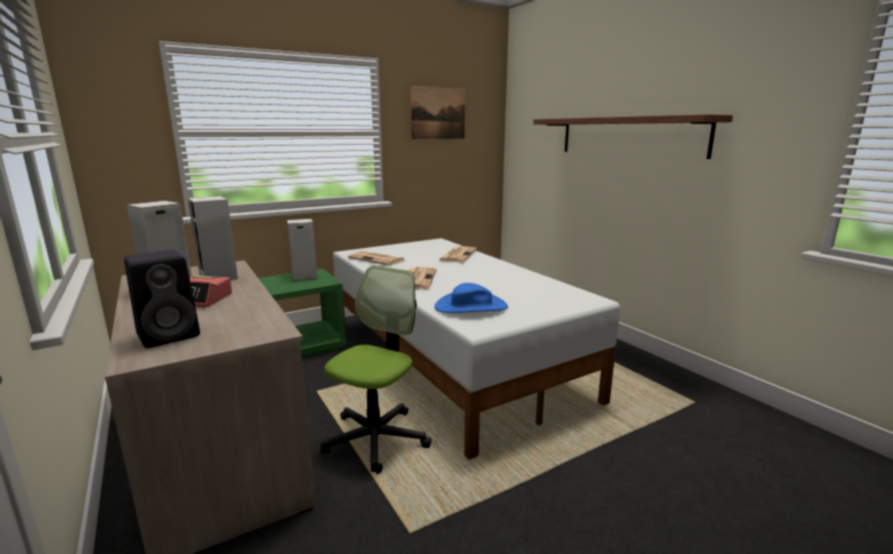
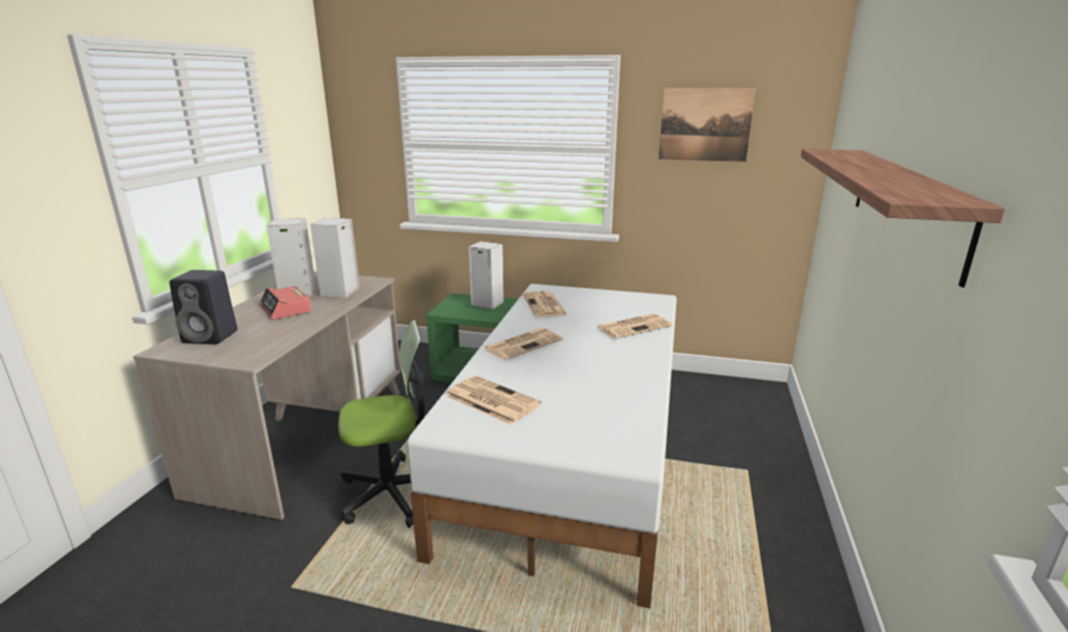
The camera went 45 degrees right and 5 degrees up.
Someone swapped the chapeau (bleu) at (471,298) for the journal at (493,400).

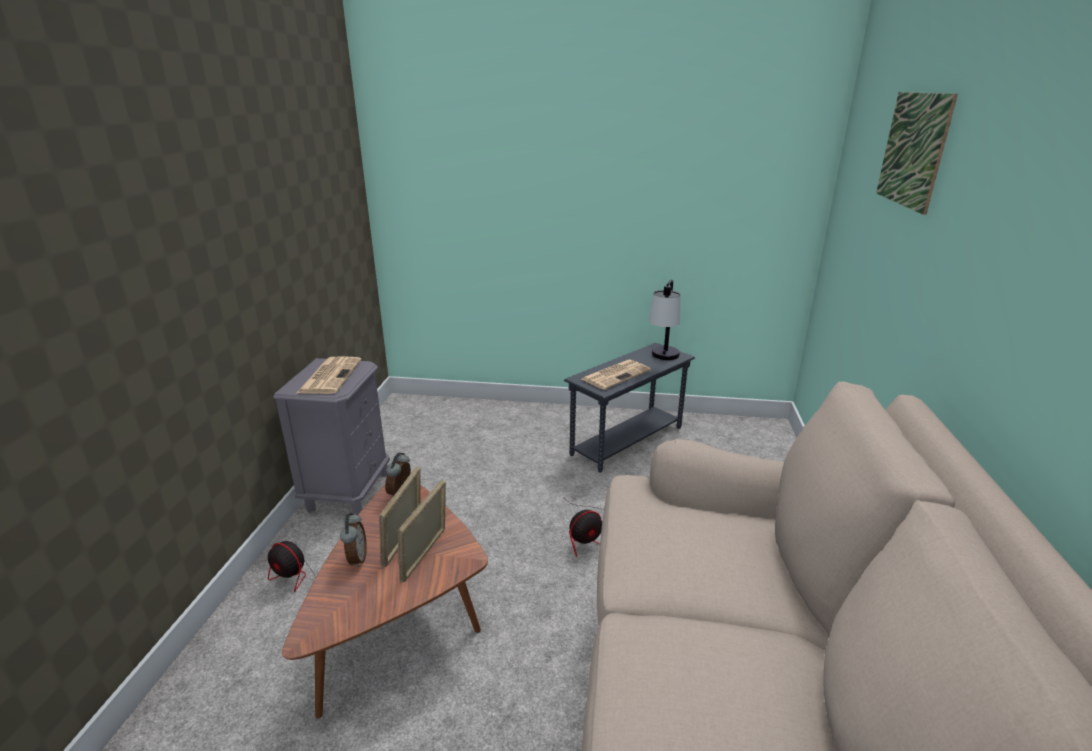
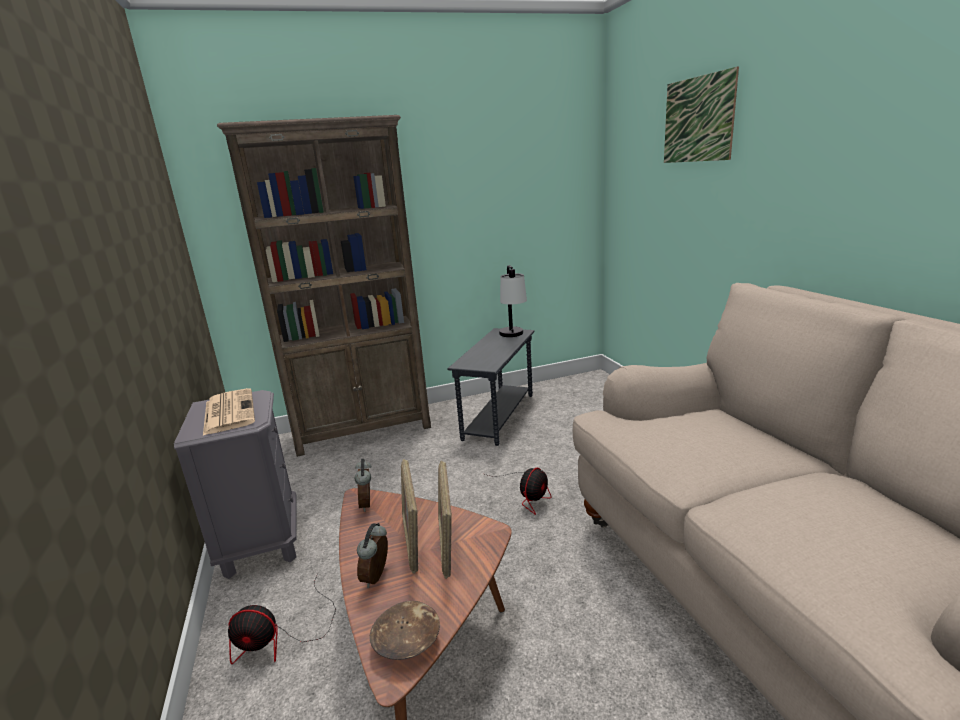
The camera went 25 degrees left and 5 degrees down.
Someone rotated the réveil at (353,540) by 135 degrees counterclockwise.
Someone took away the journal at (616,375).
Someone put down the bibliothèque (marron) at (324,286).
Someone put down the bol (marron) at (405,630).

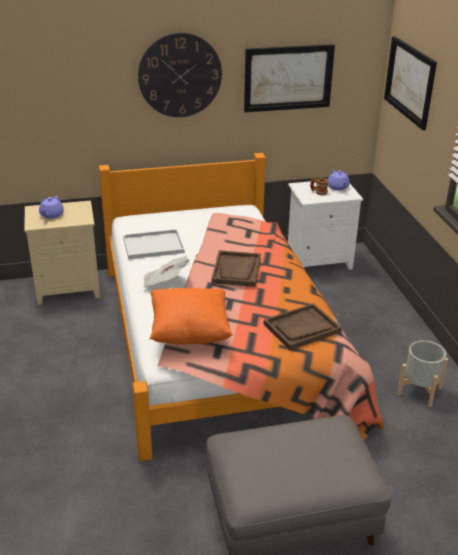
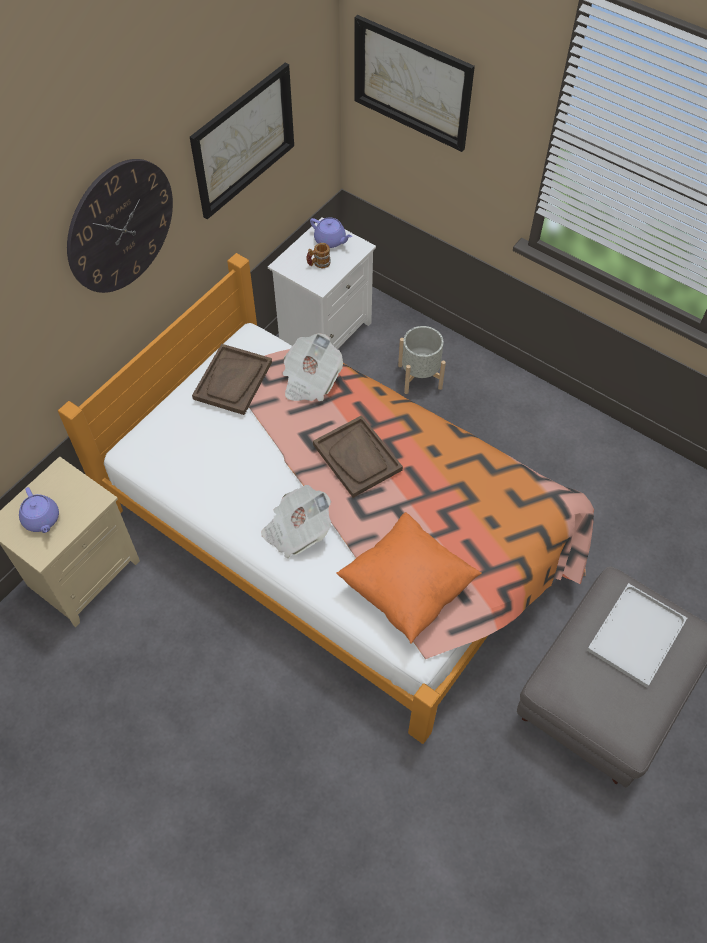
The camera went 40 degrees left and 25 degrees up.
Someone carried the plateau (blanc) from (154,244) to (637,635).
Someone carried the plateau (marron) from (303,326) to (232,379).
Someone carried the cache-pot (gris) from (422,373) to (422,360).
Someone put down the journal at (312,367).

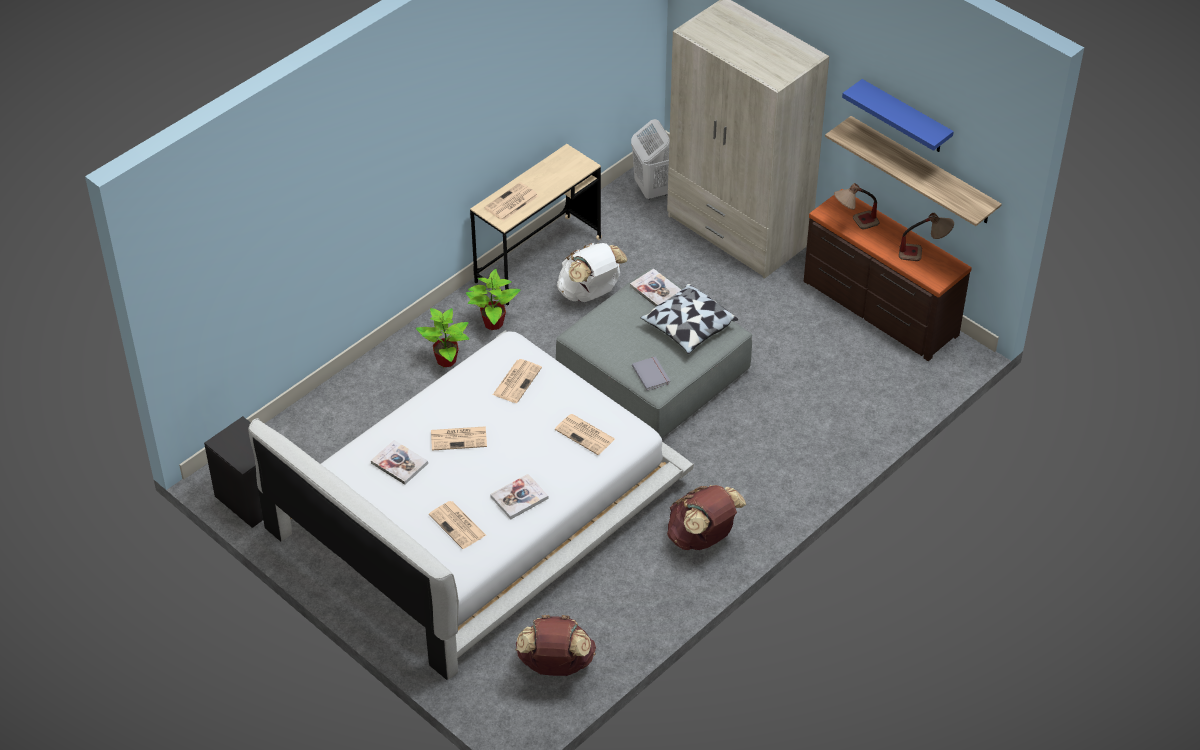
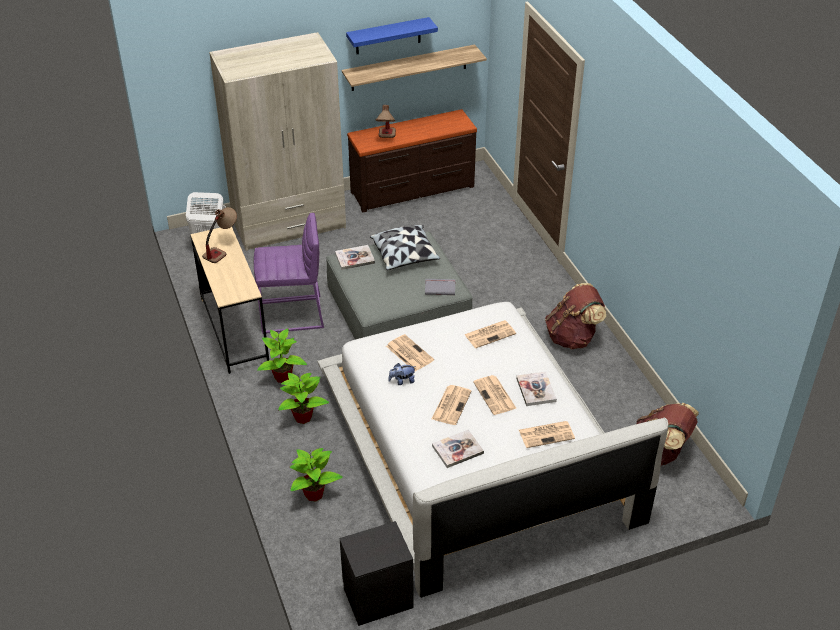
The camera went 65 degrees left and 5 degrees down.
Someone carried the journal from (511,201) to (495,395).
Someone swapped the sac à dos (blanc) at (592,272) for the tabouret (violet) at (289,273).
Someone carried the lampe de table from (926,237) to (219,235).
Someone put down the plante en pot at (316,475).
Someone put down the peluche at (402,374).

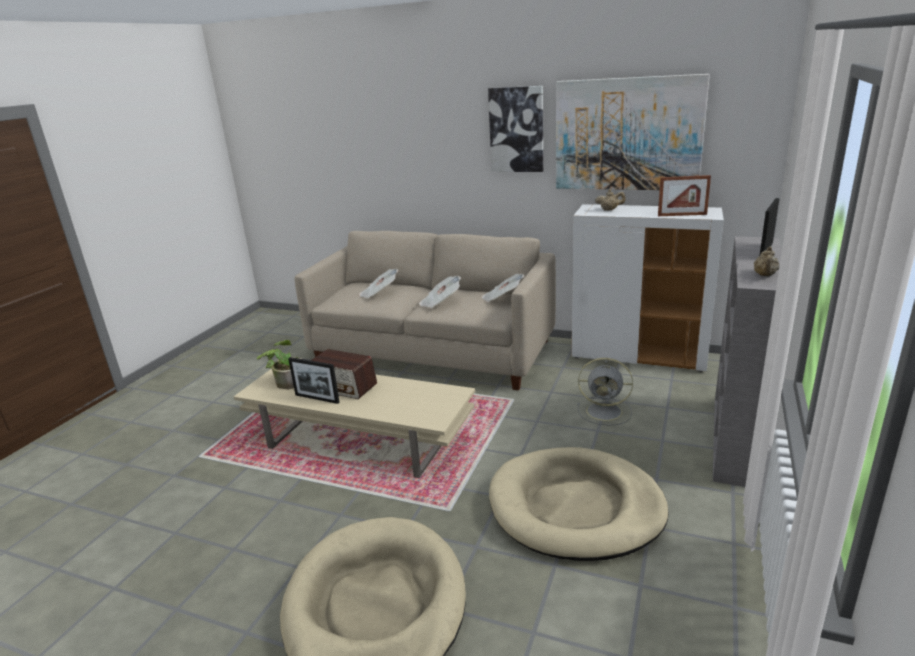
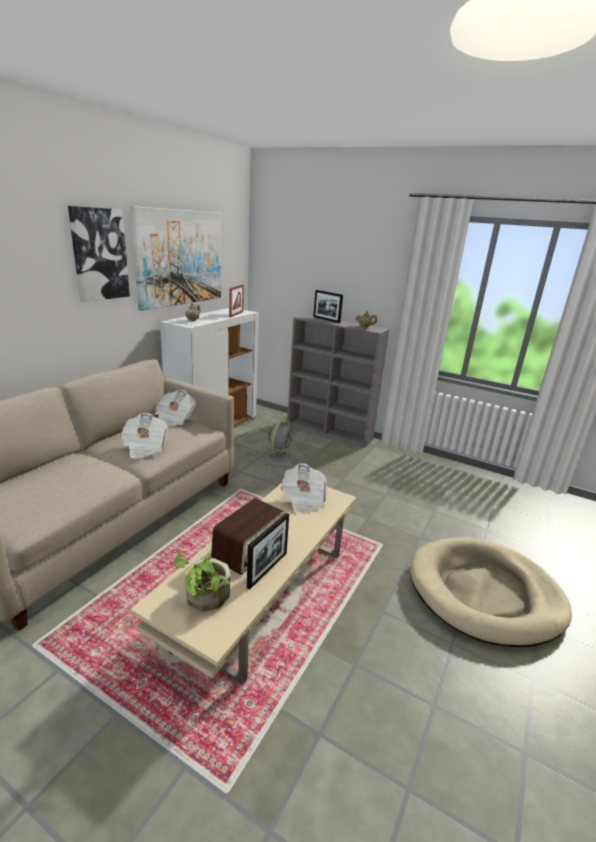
The camera went 85 degrees left and 0 degrees up.
Someone carried the journal from (378,284) to (304,489).
Someone took away the panier pour chien (beige) at (579,504).

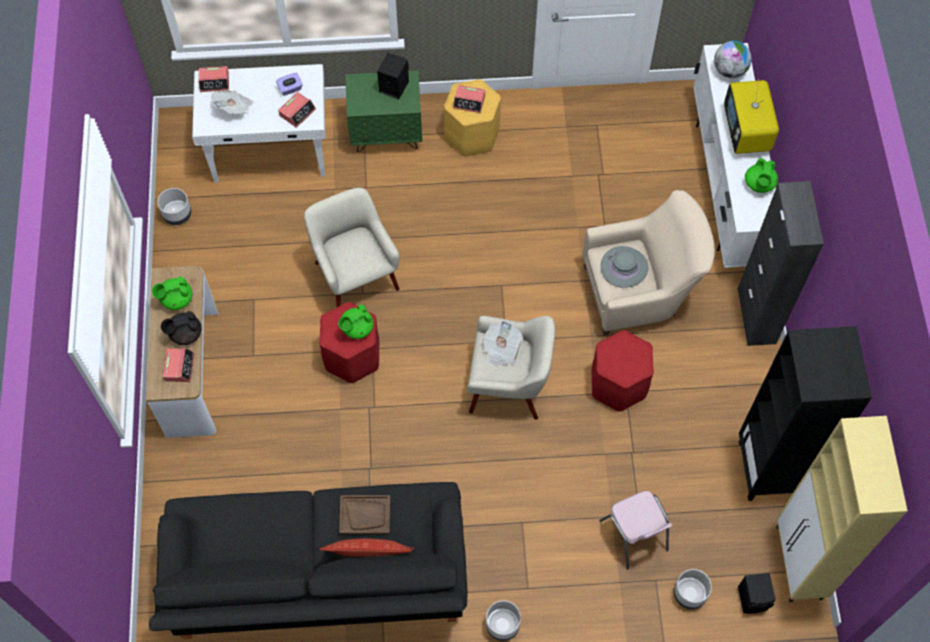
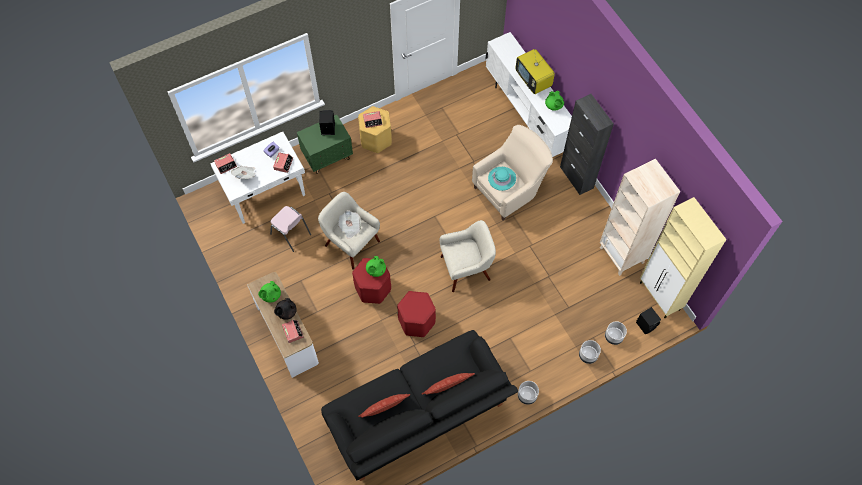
The camera went 25 degrees left and 0 degrees up.
Someone carried the cache-pot (gris) from (174,206) to (590,352).
Someone took away the plateau (marron) at (364,515).
Someone carried the journal from (503,343) to (349,224).
Someone carried the tabouret (rouge) from (623,371) to (416,314).
Someone carried the chaise (rose) from (635,530) to (290,229).
Someone repainted the chapeau (gris) at (624,267), which became the chapeau (turquoise) at (502,179).
Someone took away the globe at (733,59).
Someone repainted the bibliothèque (noir) at (805,413), which became the bibliothèque (beige) at (640,217).
Someone put down the coussin at (384,406).

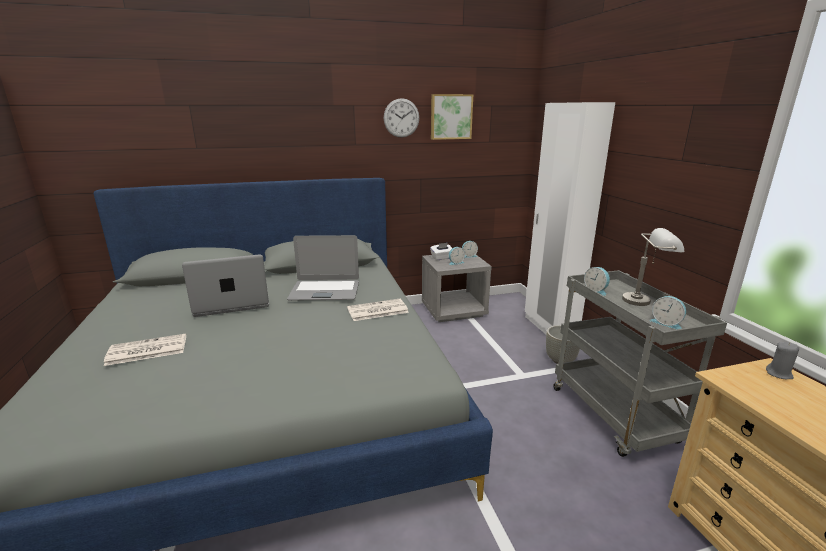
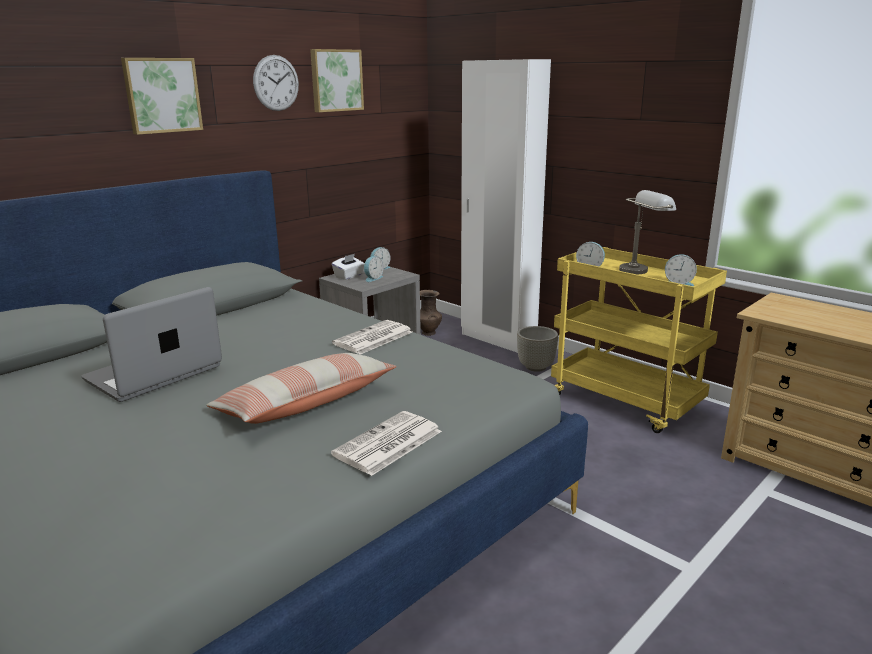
The camera went 30 degrees left and 0 degrees up.
Someone carried the journal from (145,350) to (386,443).
Someone took away the ordinateur portable at (323,268).
Someone repainted the chariot (gris) at (640,363), which became the chariot (jaune) at (639,340).
Someone took away the bougie (gris) at (782,360).
Someone put up the tableau at (162,96).
Someone put down the coussin at (301,388).
Someone put down the vase (marron) at (431,313).

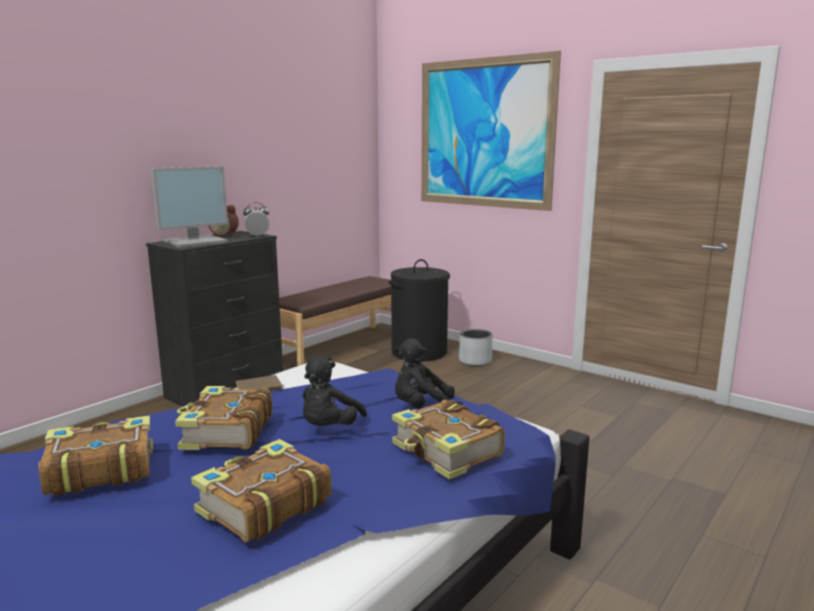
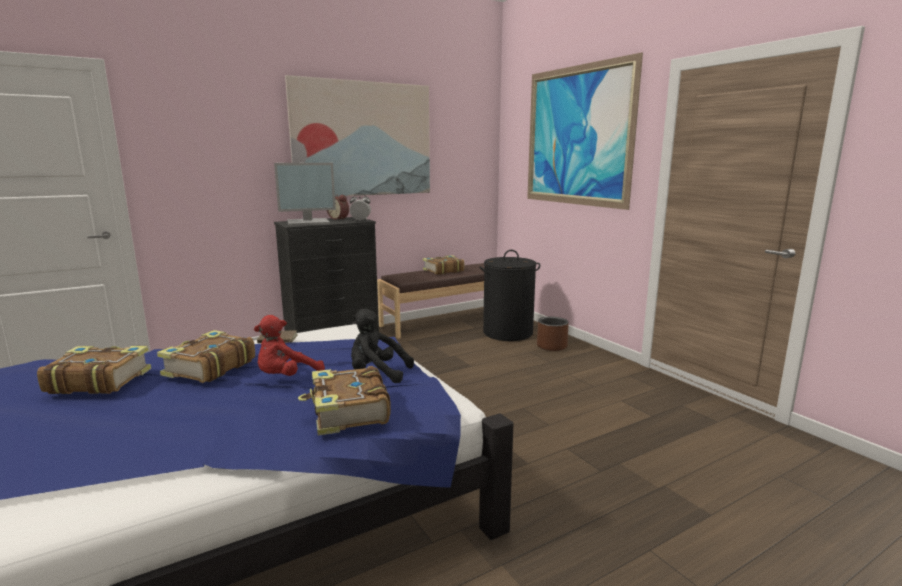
The camera went 20 degrees right and 0 degrees up.
Someone carried the livre from (261,490) to (443,265).
Someone repainted the peluche (noir) at (335,391), which became the peluche (rouge) at (289,345).
Someone repainted the cache-pot (gris) at (476,347), which became the cache-pot (marron) at (553,334).
Someone put up the tableau at (357,135).

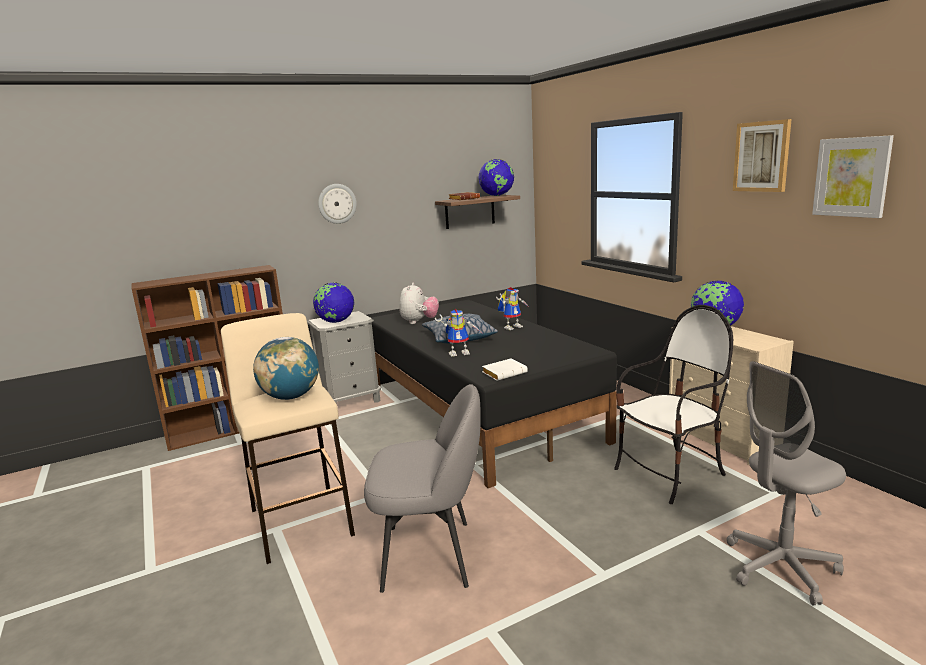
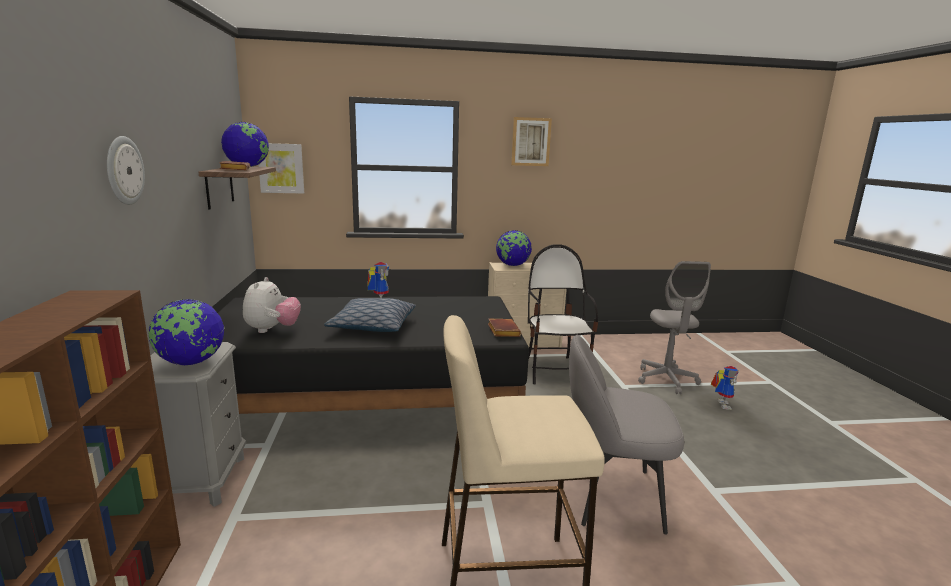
The camera went 70 degrees left and 0 degrees up.
Someone took away the globe at (286,368).
Someone rotated the chaise (gris) at (422,488) by 105 degrees counterclockwise.
Someone rotated the peluche at (419,303) by 60 degrees clockwise.
Someone carried the robot jouet from (458,333) to (725,388).
Someone repainted the livre (blanc) at (505,369), which became the livre (marron) at (504,328).
Someone carried the tableau from (853,176) to (281,168).

